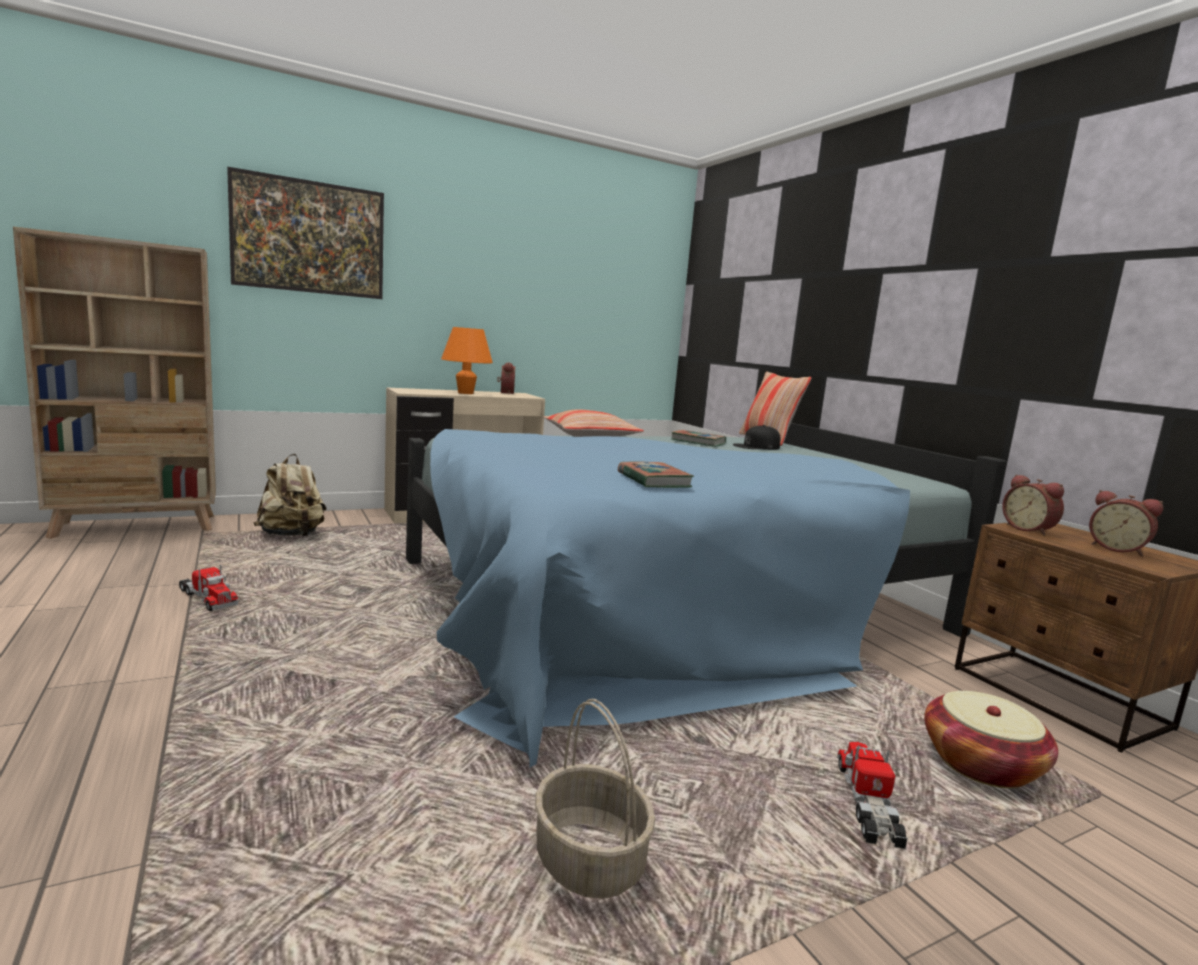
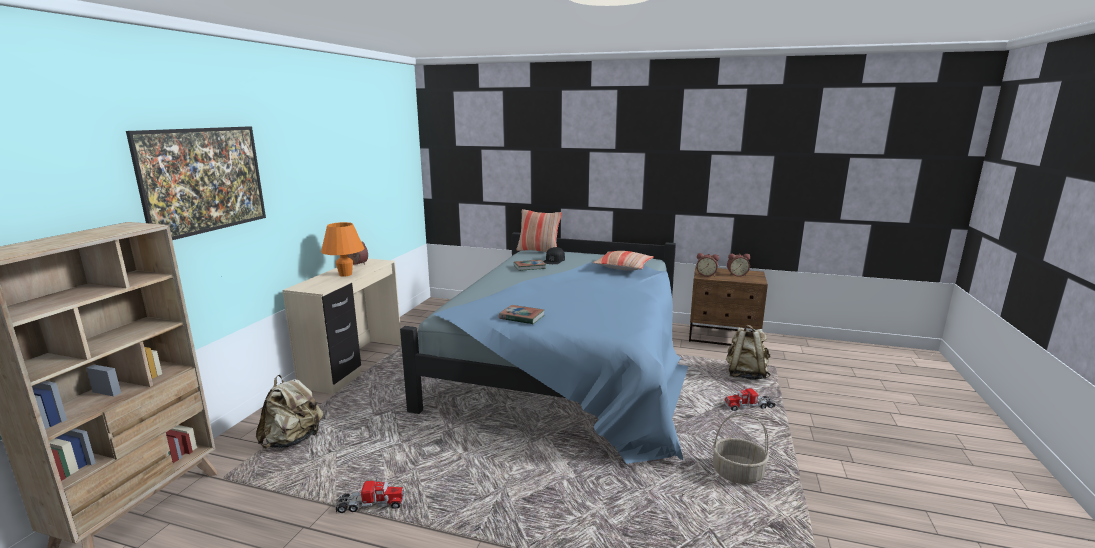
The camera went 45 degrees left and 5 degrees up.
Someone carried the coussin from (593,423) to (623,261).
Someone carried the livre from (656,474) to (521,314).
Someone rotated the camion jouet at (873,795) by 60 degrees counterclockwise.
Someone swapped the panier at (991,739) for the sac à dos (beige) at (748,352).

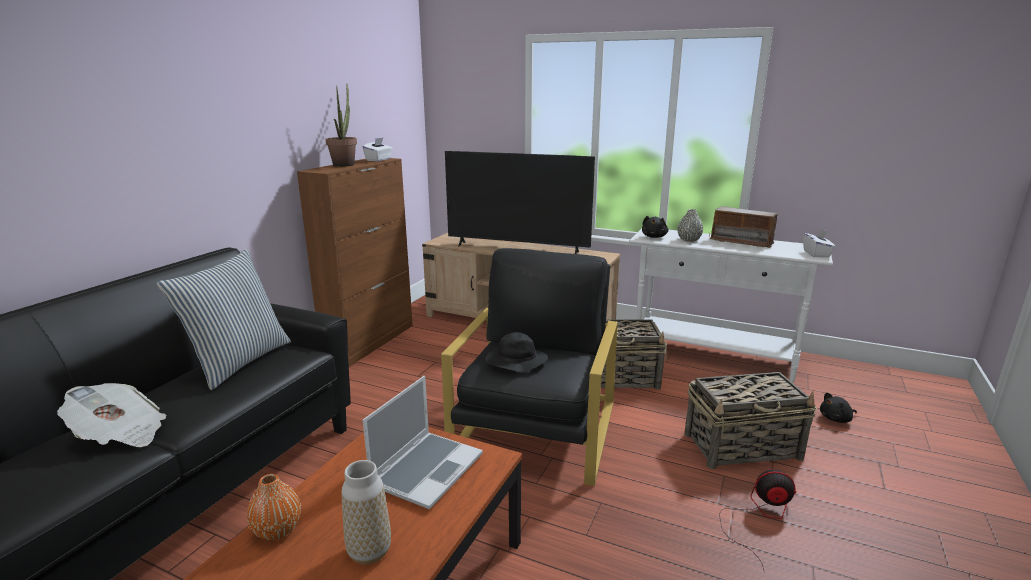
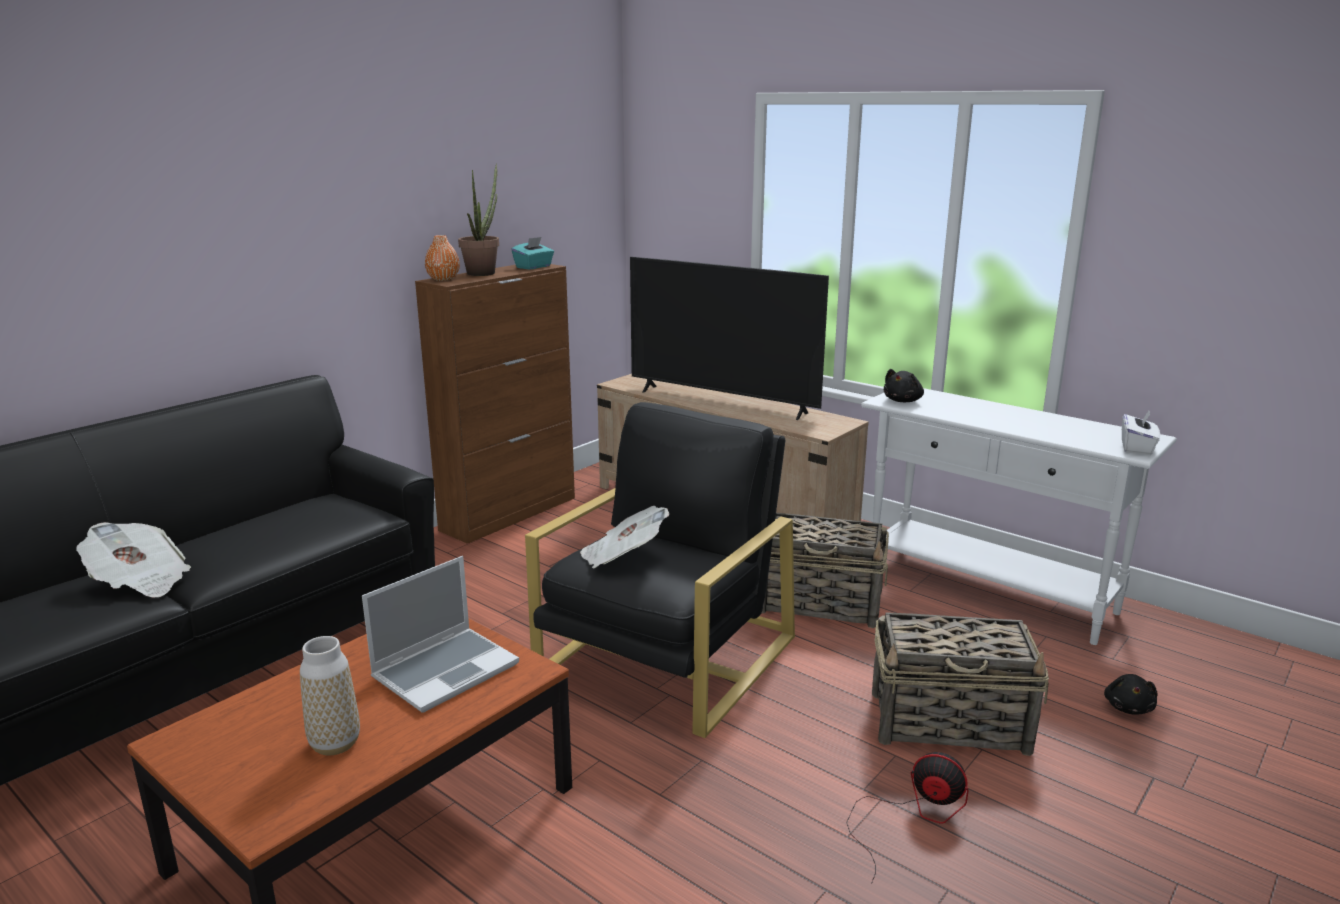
The camera went 15 degrees right and 0 degrees up.
Someone took away the coussin at (224,319).
Someone carried the vase (orange) from (274,507) to (442,258).
Someone repainted the boîte à mouchoirs (blanc) at (377,149), which became the boîte à mouchoirs (turquoise) at (532,253).
Someone swapped the chapeau (noir) at (516,352) for the journal at (624,537).
Someone took away the vase (gris) at (690,225).
Someone took away the radio at (745,227).
Someone rotated the peluche (noir) at (838,407) by 75 degrees counterclockwise.

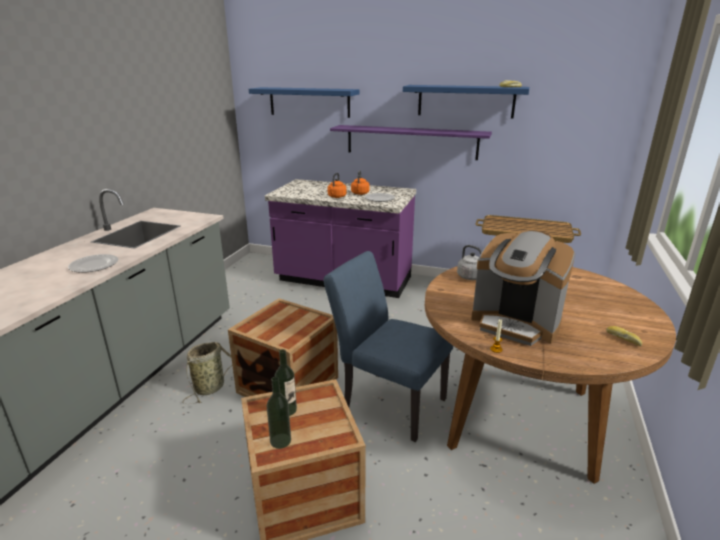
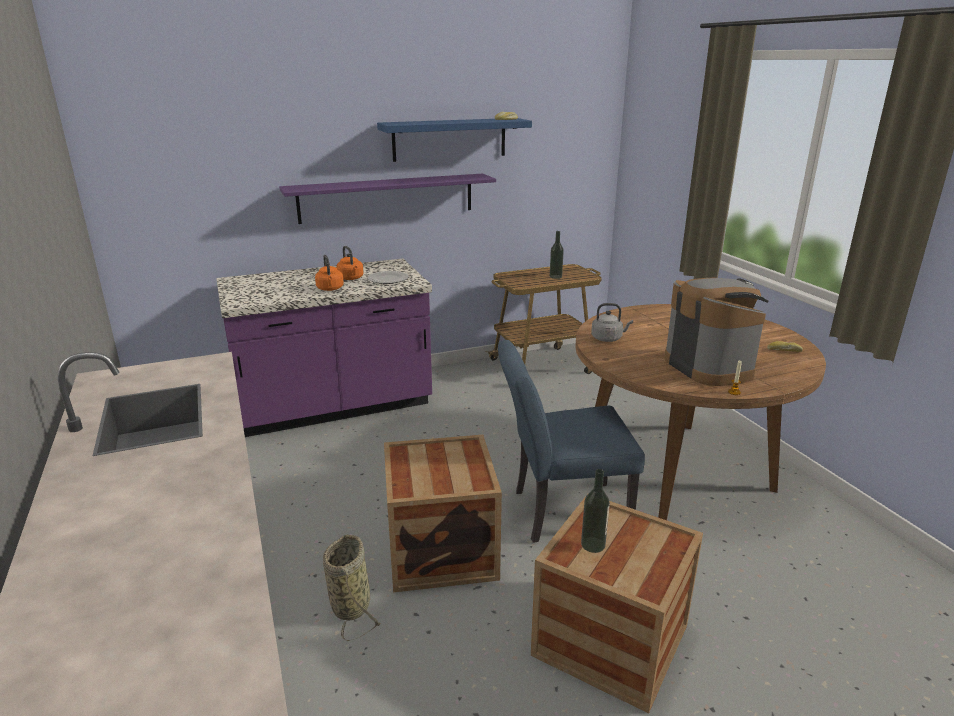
The camera went 40 degrees left and 0 degrees up.
Someone took away the assiette at (93,263).
Someone took away the étagère (bleu) at (304,102).
Someone carried the bouteille from (279,413) to (557,255).
Someone rotated the machine à café at (523,288) by 105 degrees counterclockwise.

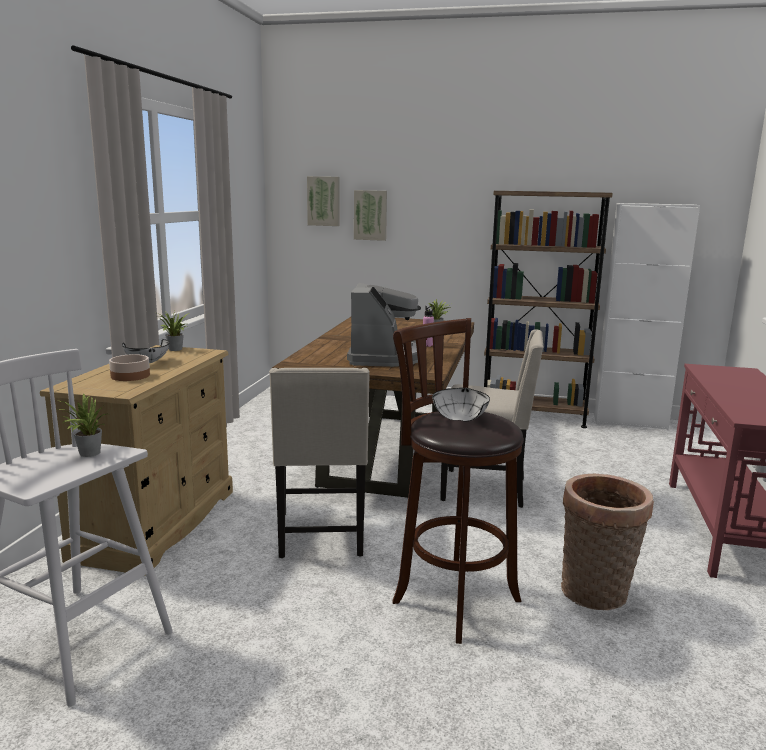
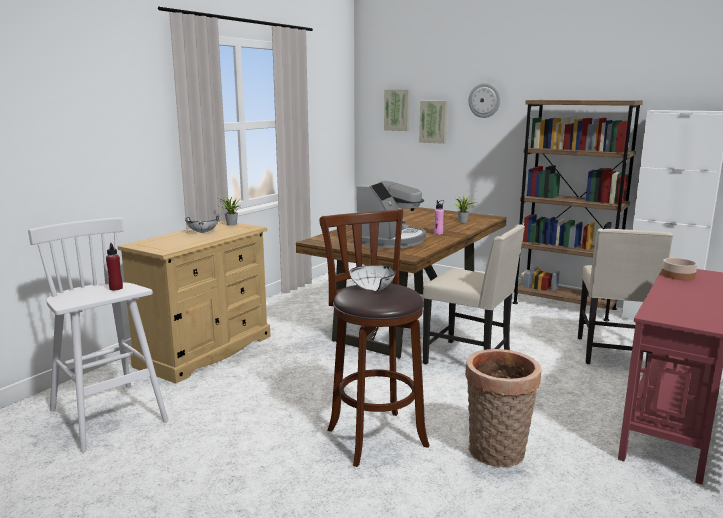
The camera went 20 degrees right and 0 degrees up.
Someone swapped the plante en pot at (82,425) for the bouteille (rouge) at (114,266).
Someone carried the bol from (129,367) to (679,269).
Someone carried the chaise (beige) from (319,463) to (625,298).
Someone put up the horloge murale at (484,100).

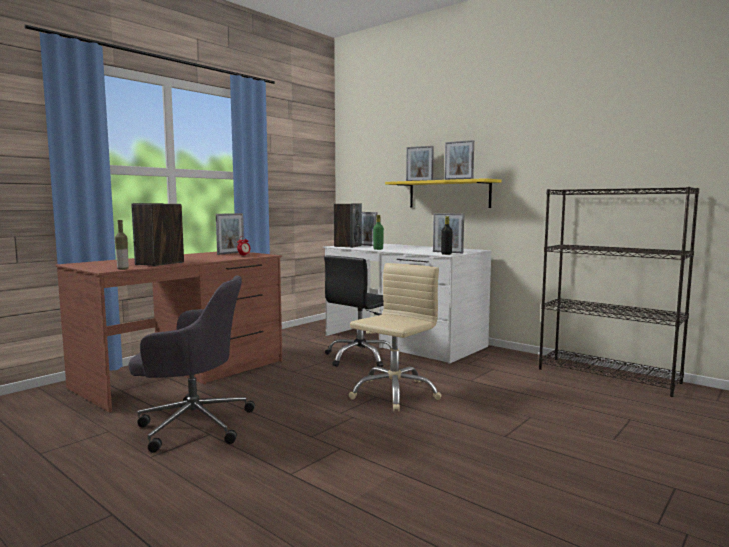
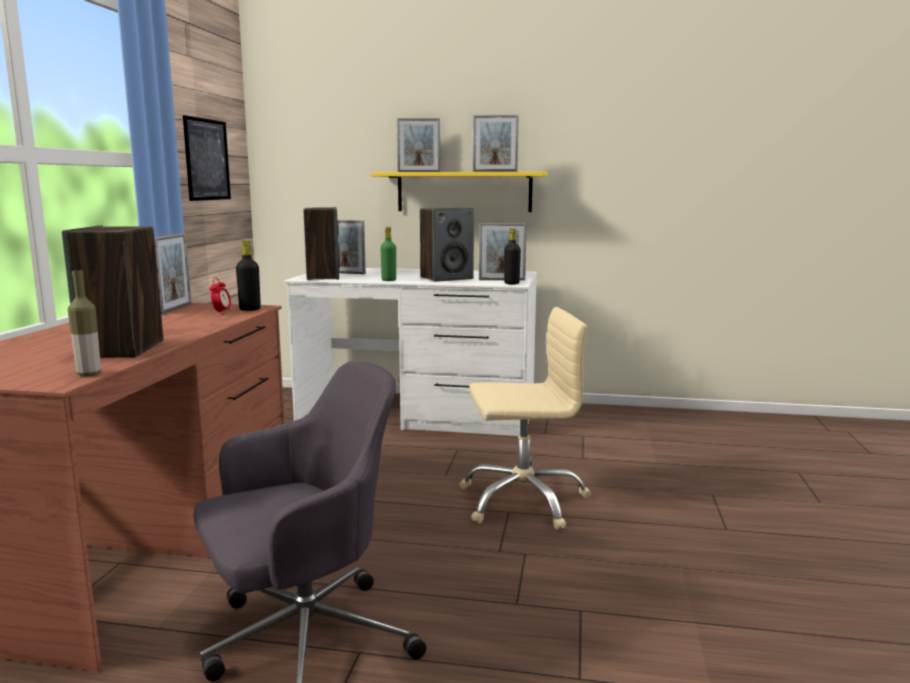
The camera went 30 degrees left and 5 degrees up.
Someone took away the chaise de bureau (noir) at (358,311).
Someone rotated the chaise de bureau (beige) at (395,337) by 75 degrees clockwise.
Someone took away the bibliothèque (noir) at (619,292).
Someone put up the tableau at (207,158).
Someone put down the bouteille (noir) at (248,275).
Someone put down the enceinte at (447,245).

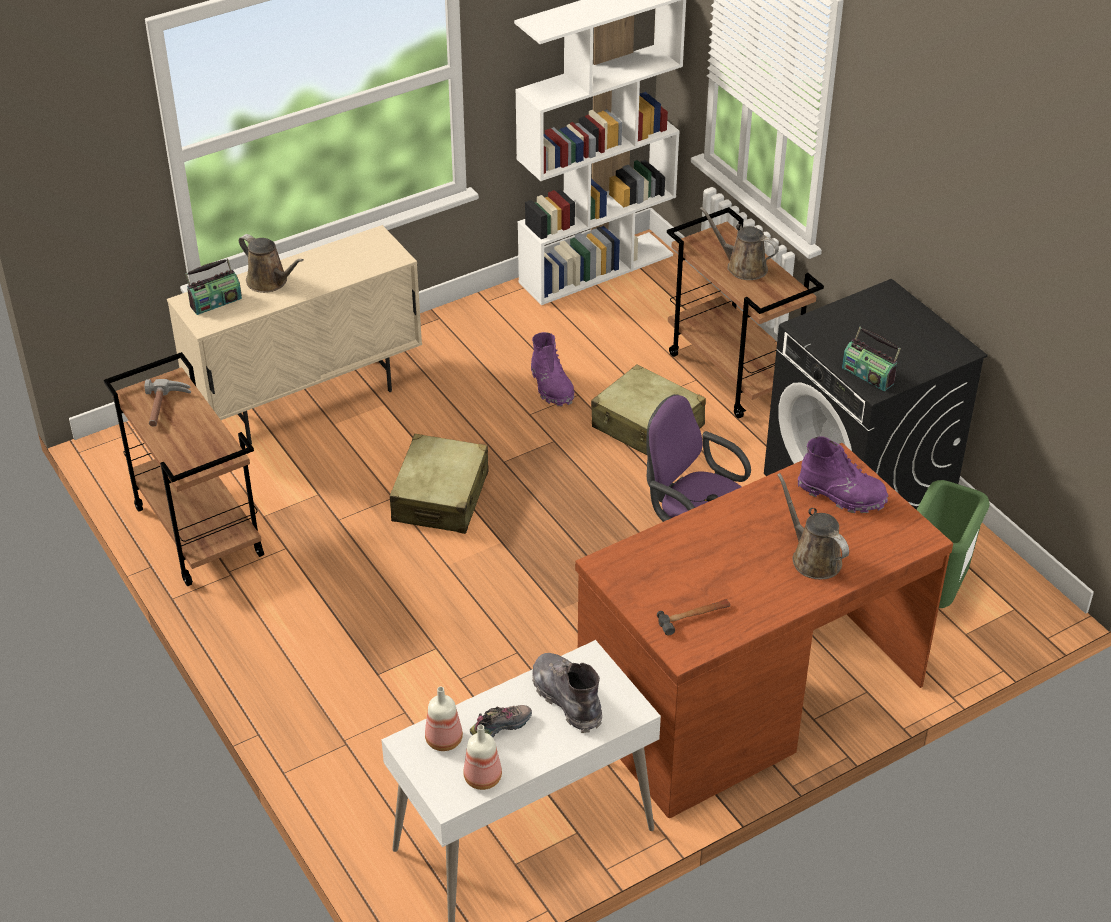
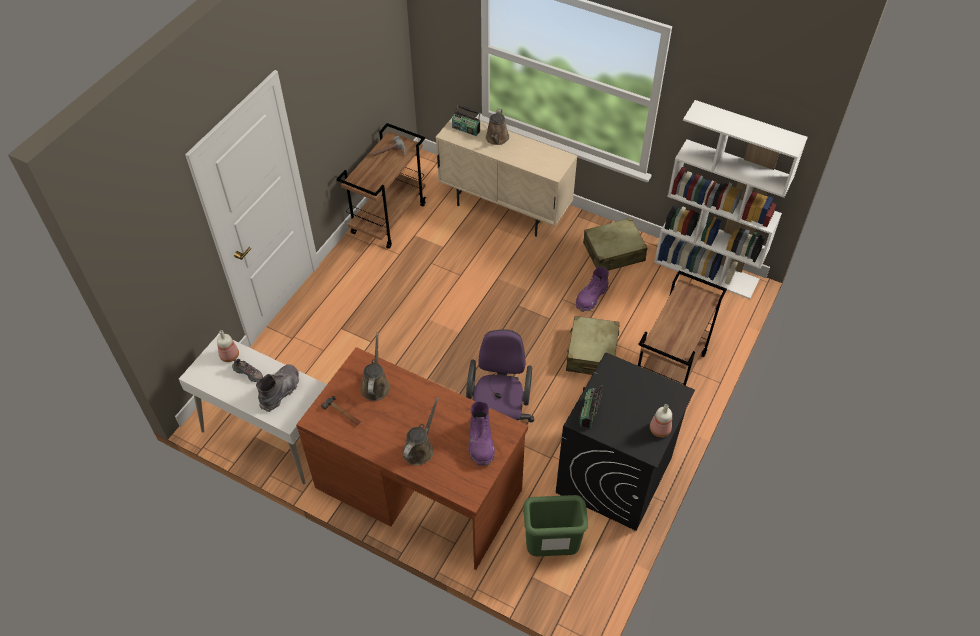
The camera went 60 degrees right and 10 degrees up.
Someone carried the valise (beige) from (439,484) to (615,244).
Someone carried the bouteille from (482,757) to (661,420).
Someone carried the arrosoir (marron) from (739,243) to (375,366).

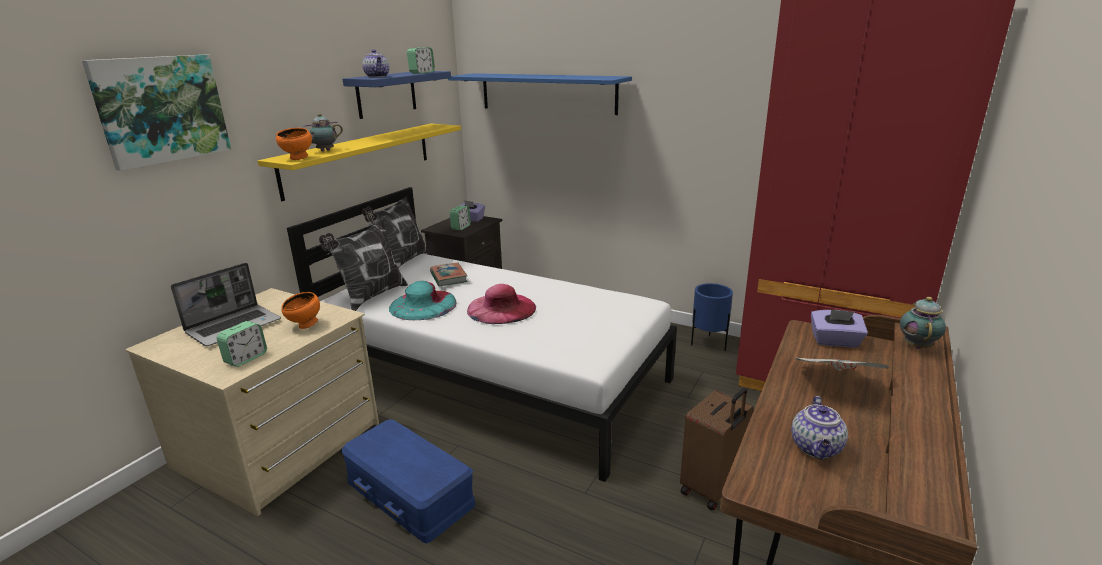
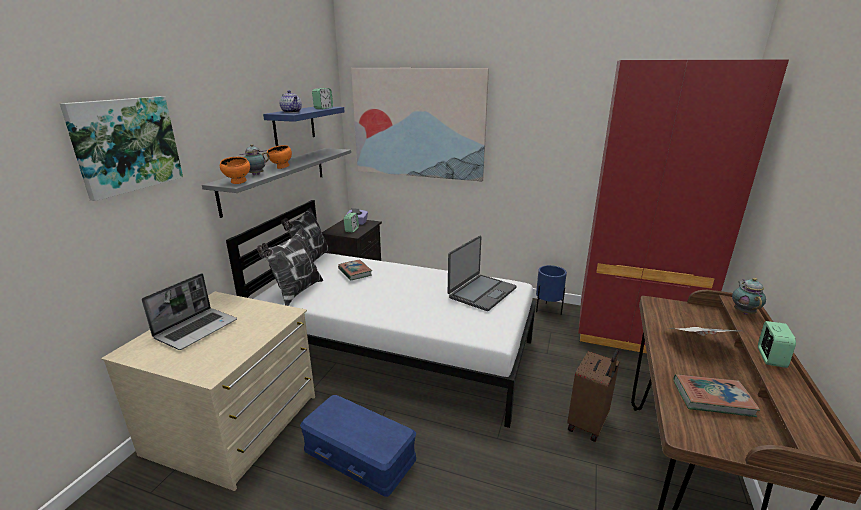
The camera went 10 degrees left and 0 degrees up.
Someone carried the réveil from (242,344) to (777,344).
Someone repainted the étagère (jaune) at (359,162), which became the étagère (gris) at (276,183).
Someone carried the bol (orange) from (300,310) to (279,157).
Someone took away the chapeau (turquoise) at (422,300).
Someone swapped the étagère (bleu) at (540,94) for the tableau at (420,125).
Someone took away the chapeau (rose) at (501,304).
Someone swapped the théière at (819,428) for the livre at (716,395).
Someone took away the boîte à mouchoirs (violet) at (839,328).
Someone put down the ordinateur portable at (482,273).

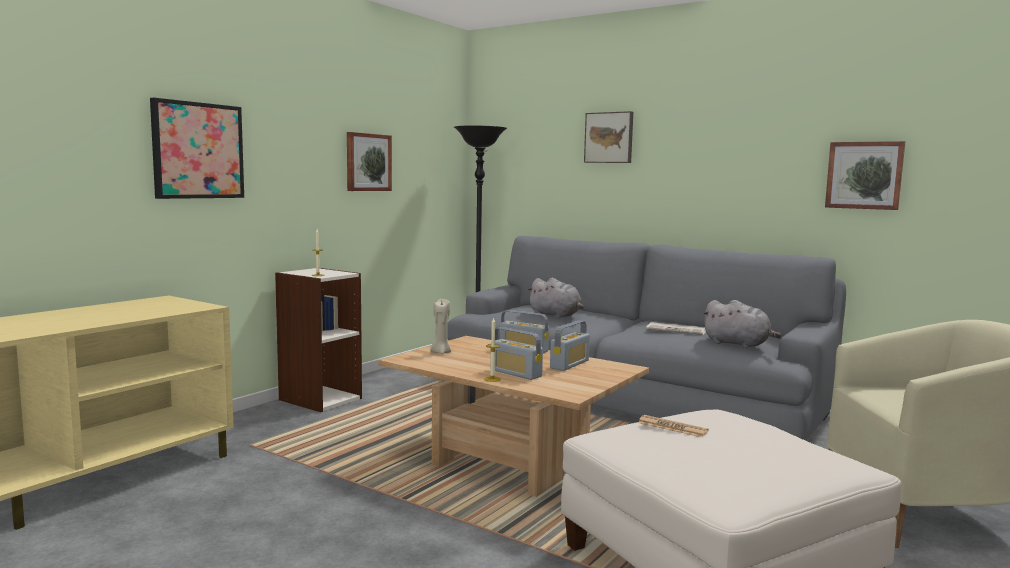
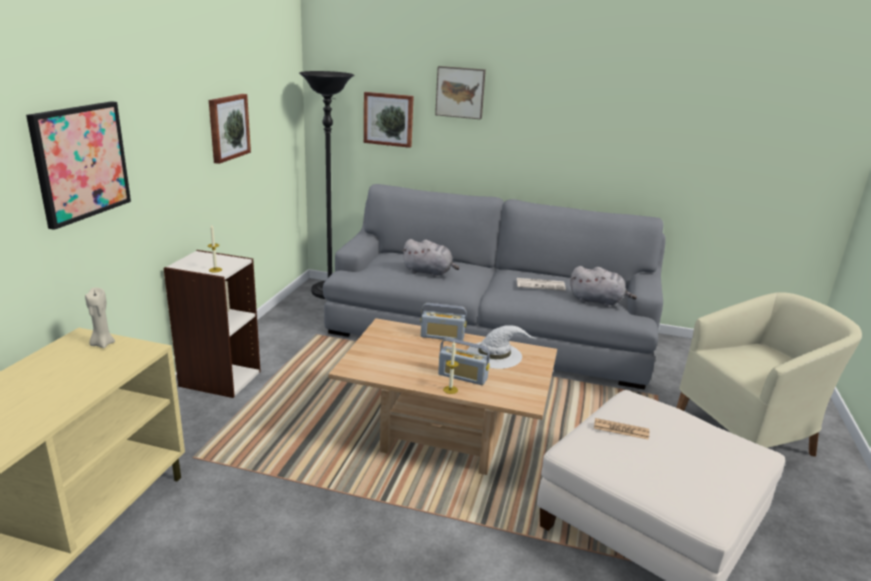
The camera went 20 degrees left and 15 degrees up.
Someone carried the bougie (beige) from (440,326) to (100,317).
Someone swapped the radio at (570,346) for the chapeau (blanc) at (501,347).
Someone carried the tableau from (865,175) to (389,120).

